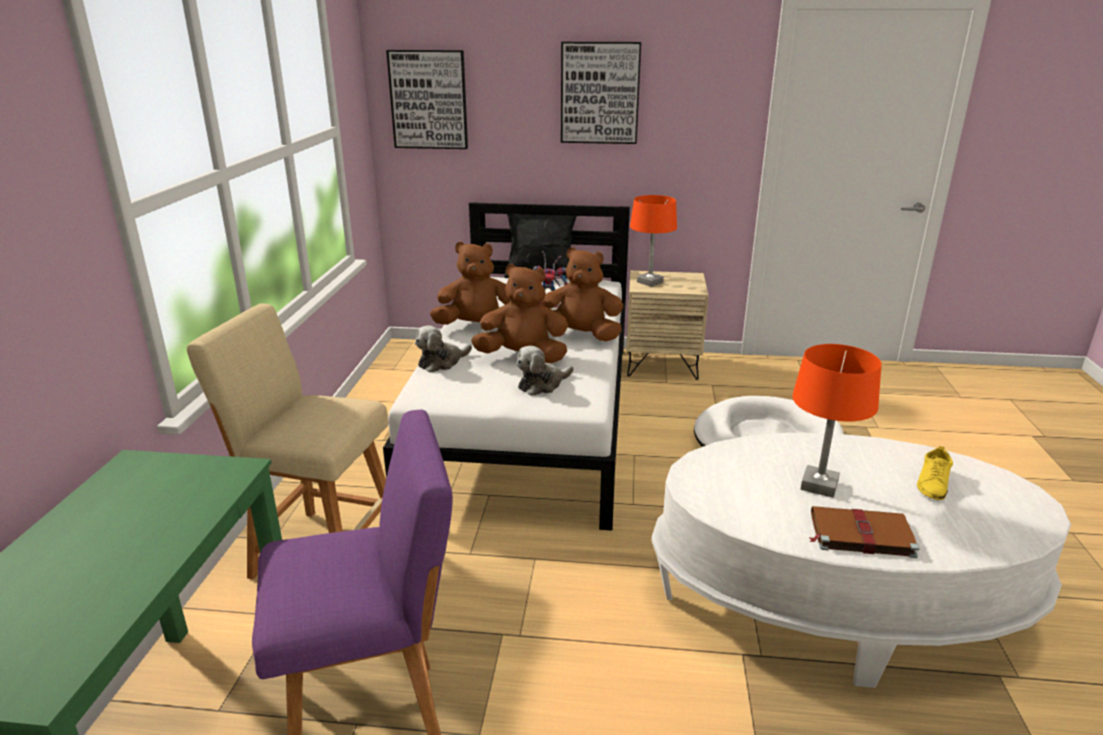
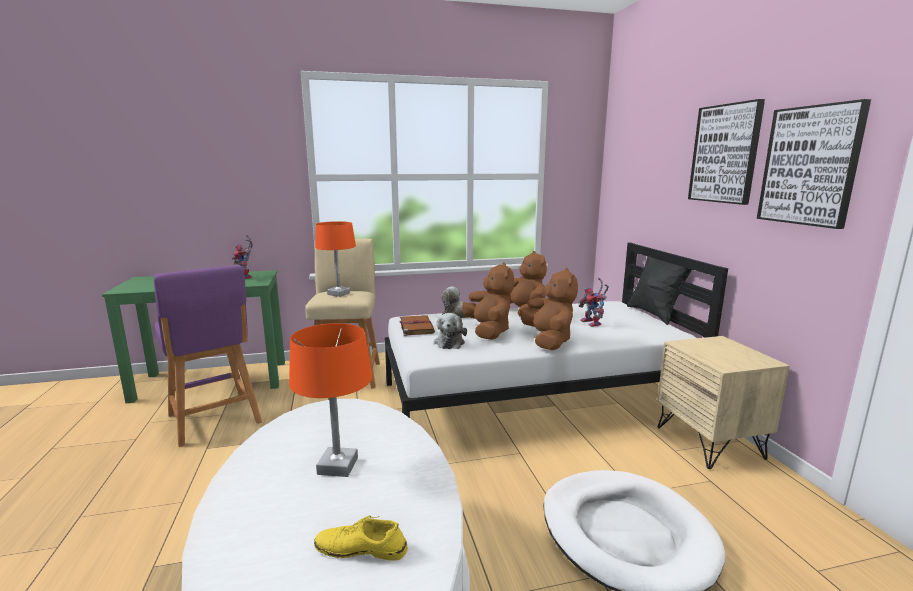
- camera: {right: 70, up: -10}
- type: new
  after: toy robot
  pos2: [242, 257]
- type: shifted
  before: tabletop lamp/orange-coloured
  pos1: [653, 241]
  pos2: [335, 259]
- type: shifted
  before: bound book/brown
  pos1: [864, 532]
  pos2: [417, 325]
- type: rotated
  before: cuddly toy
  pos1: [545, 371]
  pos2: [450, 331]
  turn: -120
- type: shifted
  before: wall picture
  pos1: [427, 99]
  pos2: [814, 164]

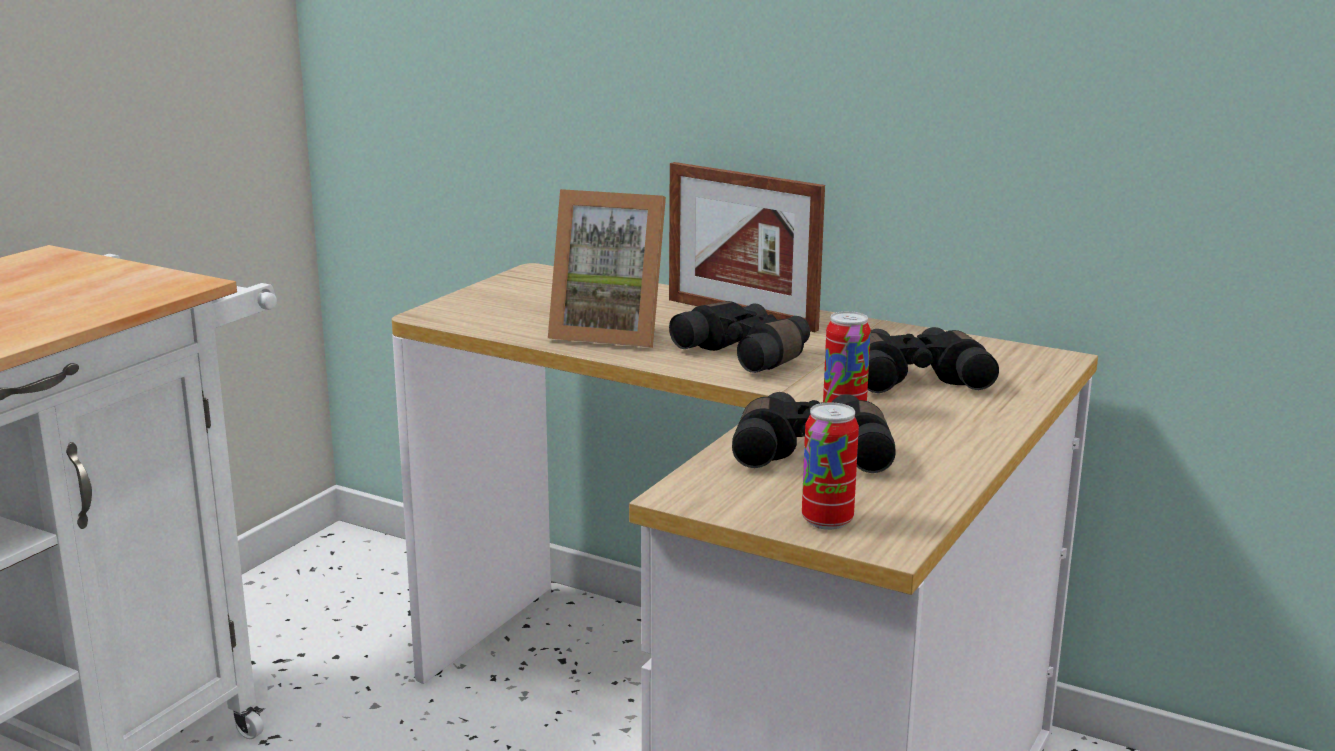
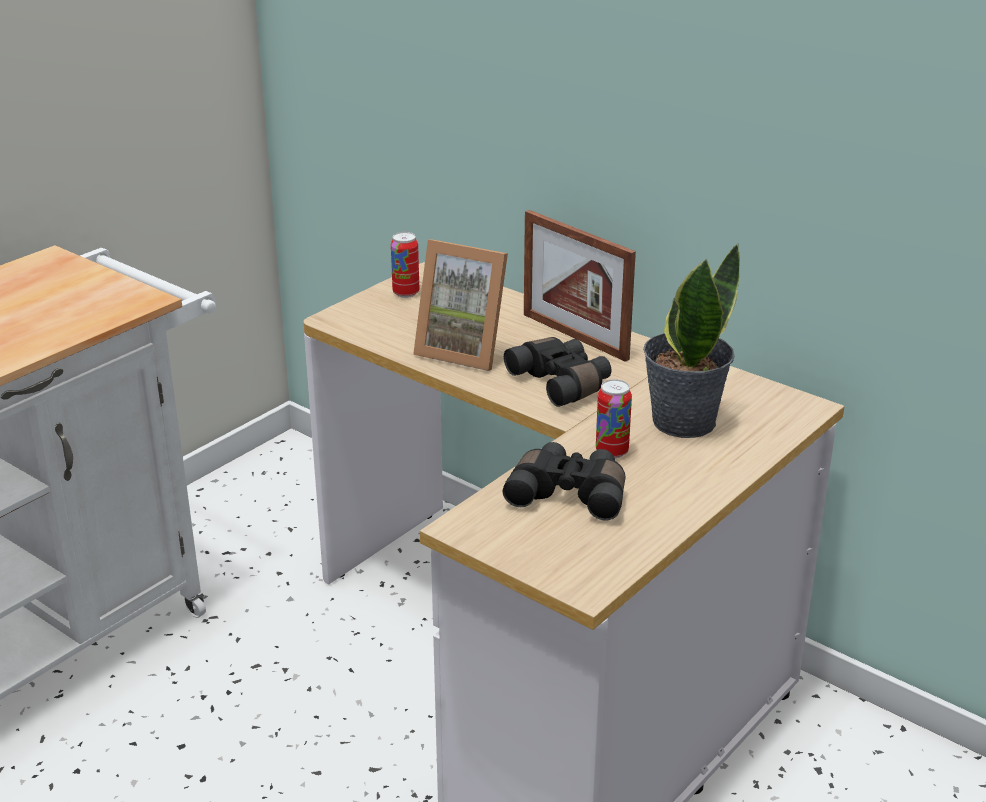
- camera: {right: 10, up: 10}
- type: shifted
  before: can
  pos1: [830, 466]
  pos2: [405, 265]
- type: swapped
  before: binoculars/black
  after: plant in a pot
  pos1: [933, 360]
  pos2: [691, 340]

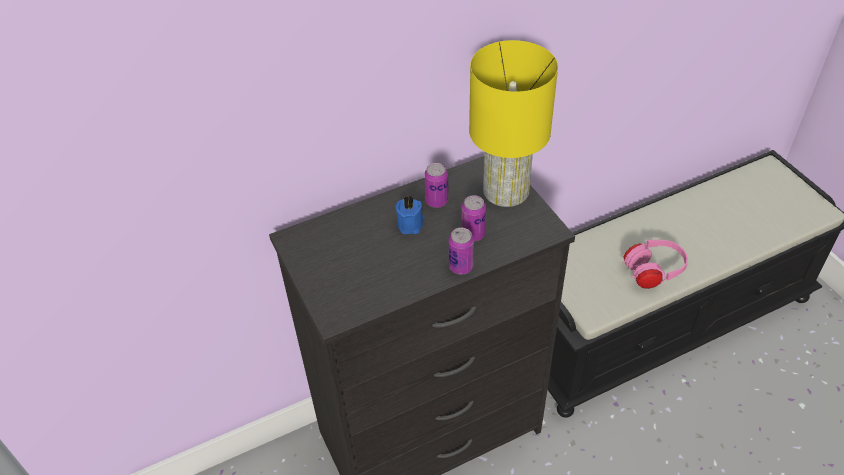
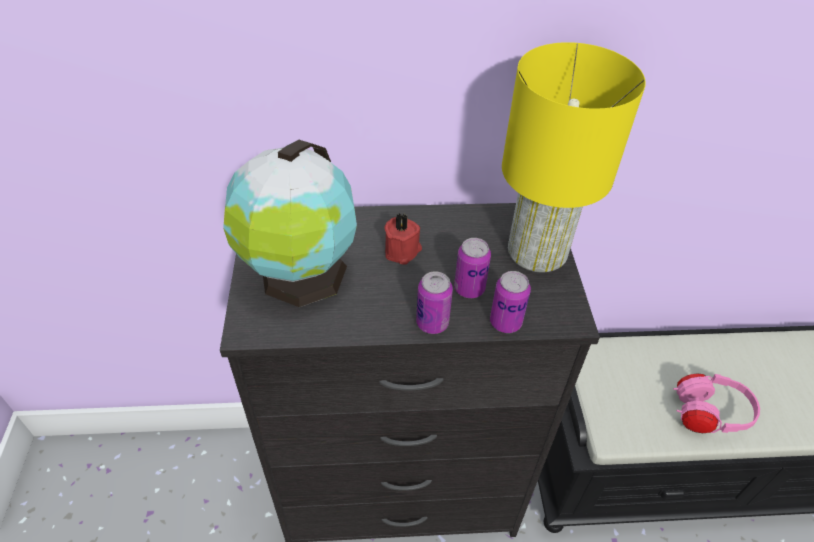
- camera: {right: 20, up: 0}
- type: new
  after: desk globe
  pos2: [290, 223]
- type: repainted
  before: wax light/blue
  after: wax light/red
  pos1: [409, 214]
  pos2: [403, 239]
- type: shifted
  before: can
  pos1: [436, 185]
  pos2: [510, 302]

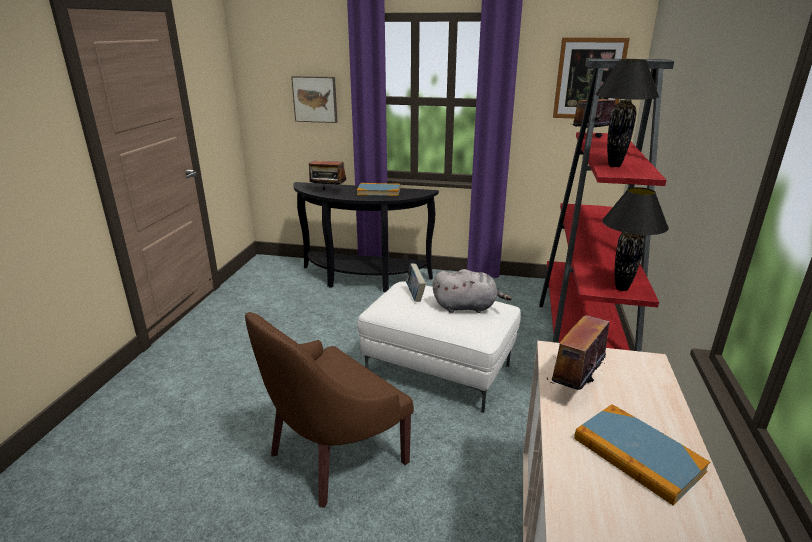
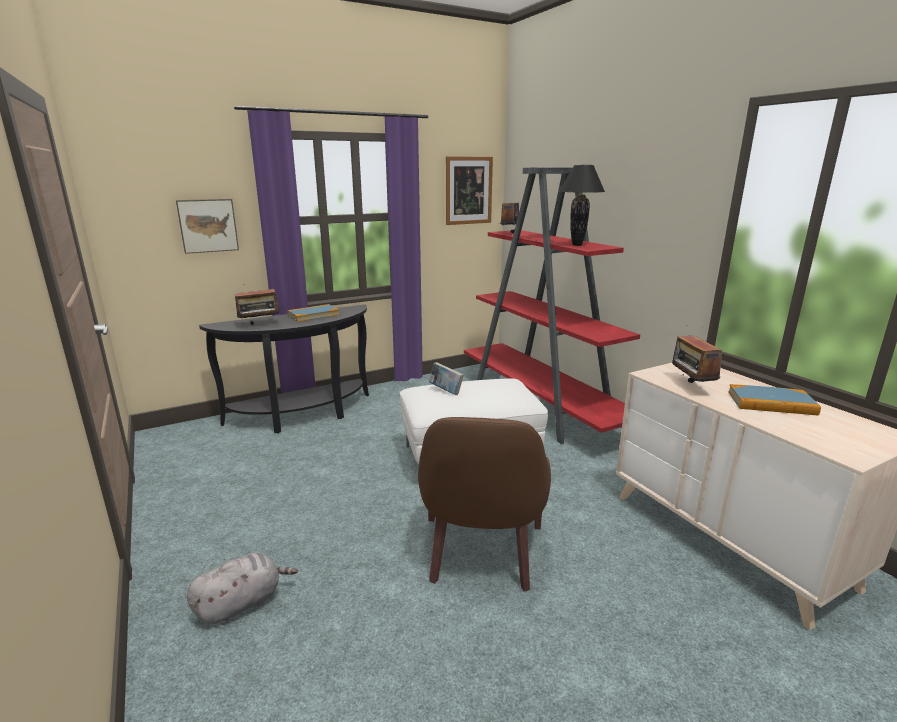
- camera: {right: -40, up: -5}
- type: shifted
  before: cuddly toy/gray
  pos1: [472, 291]
  pos2: [242, 589]
- type: gone
  before: tabletop lamp/black
  pos1: [635, 239]

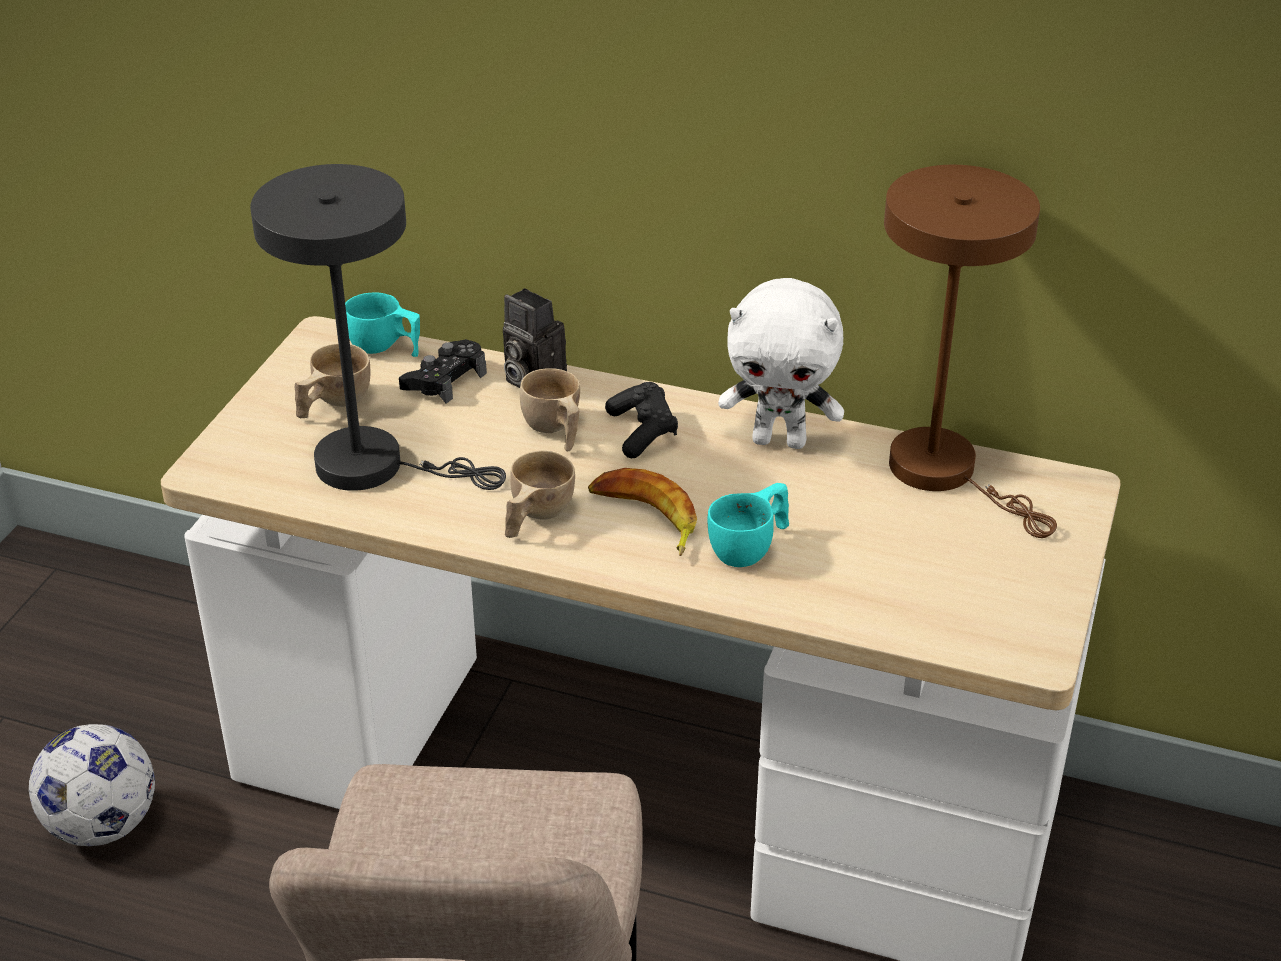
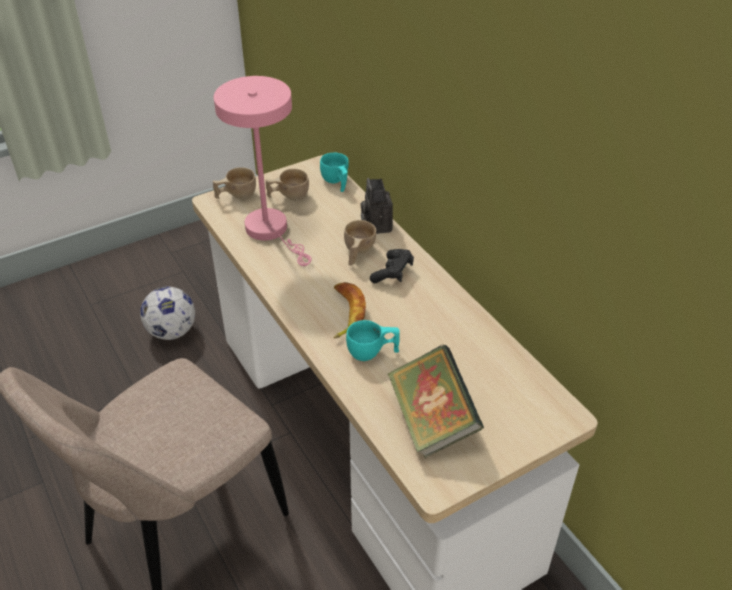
- camera: {right: 40, up: 5}
- type: shifted
  before: cup/beige-coloured
  pos1: [540, 494]
  pos2: [234, 183]
- type: repainted
  before: tabletop lamp/gray
  after: tabletop lamp/pink-coloured
  pos1: [378, 327]
  pos2: [263, 171]
- type: new
  after: bound book
  pos2: [436, 401]
- type: gone
  before: gamepad/black
  pos1: [443, 371]
- type: gone
  before: cuddly toy/white-coloured
  pos1: [781, 363]
- type: gone
  before: tabletop lamp/brown
  pos1: [970, 351]

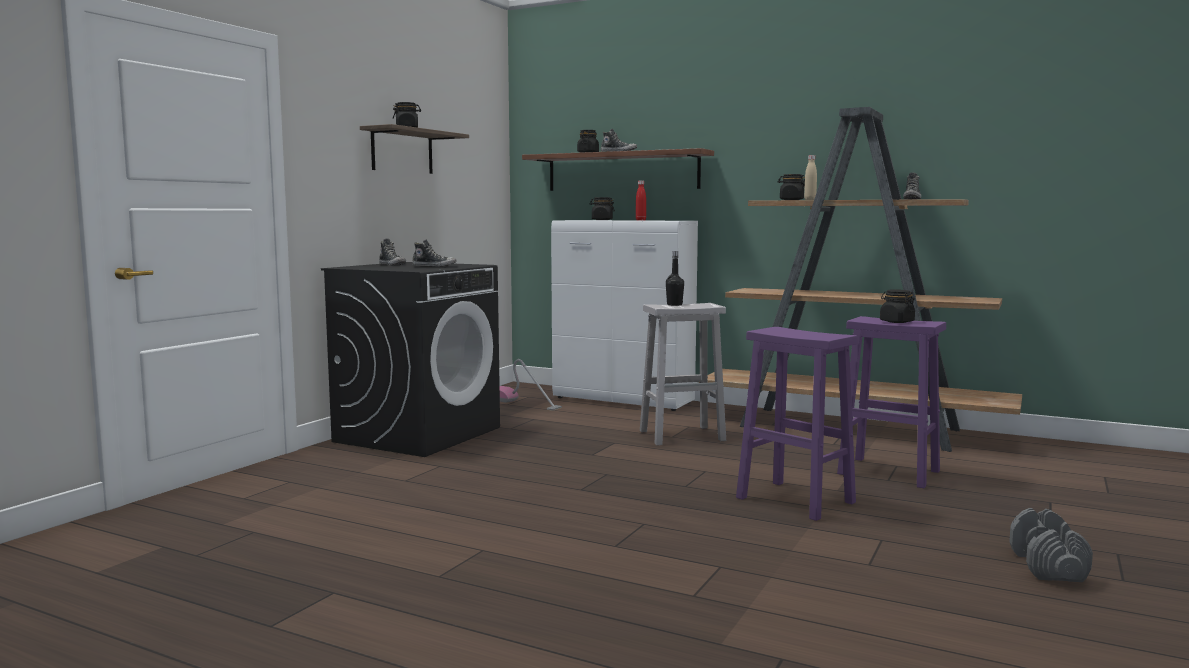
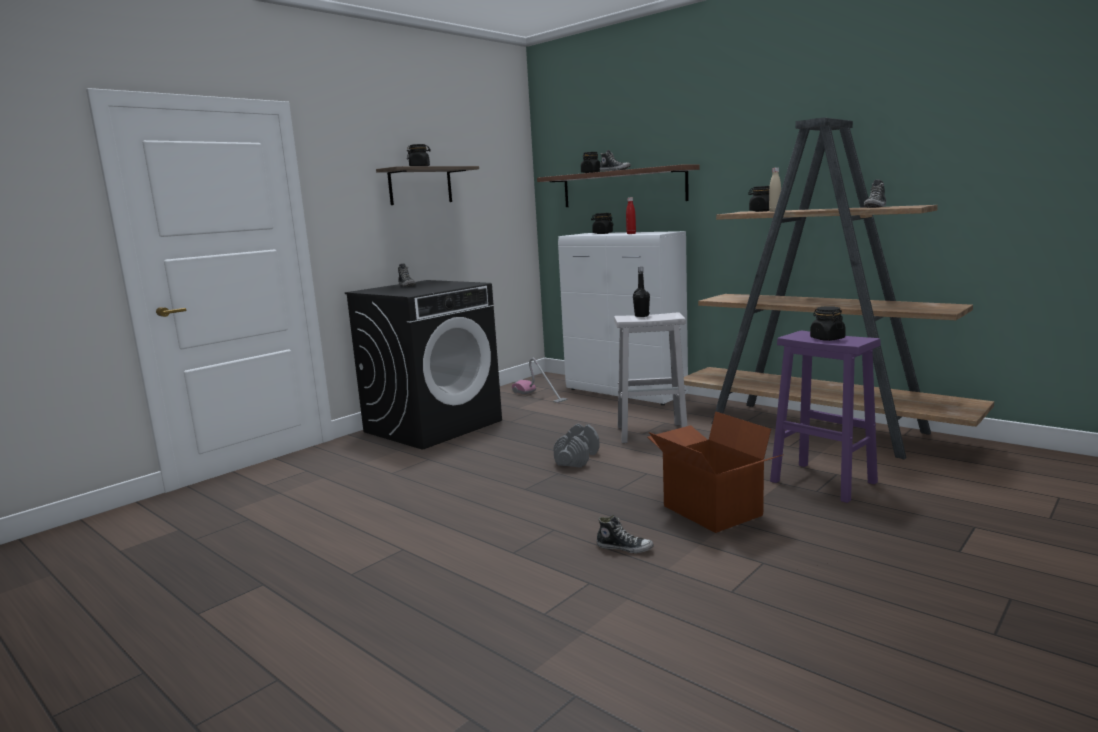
- camera: {right: 15, up: 5}
- type: shifted
  before: free weight/gray
  pos1: [1051, 545]
  pos2: [576, 446]
- type: shifted
  before: low shoe
  pos1: [434, 253]
  pos2: [625, 534]
- type: swapped
  before: stool/purplish
  after: carton
  pos1: [797, 424]
  pos2: [716, 472]

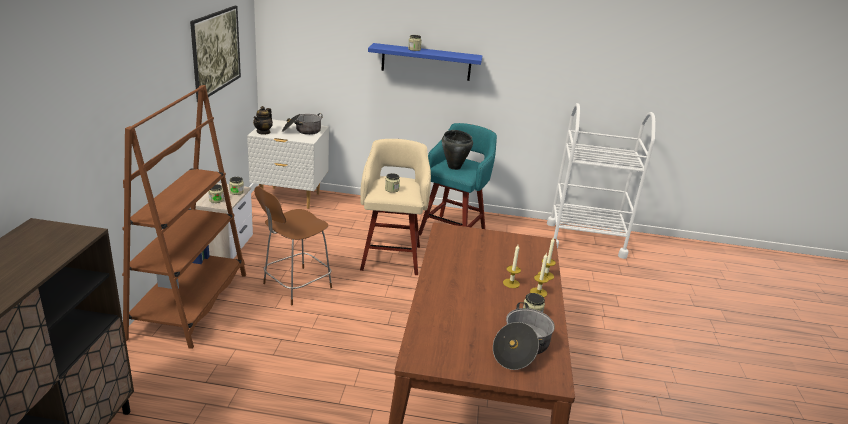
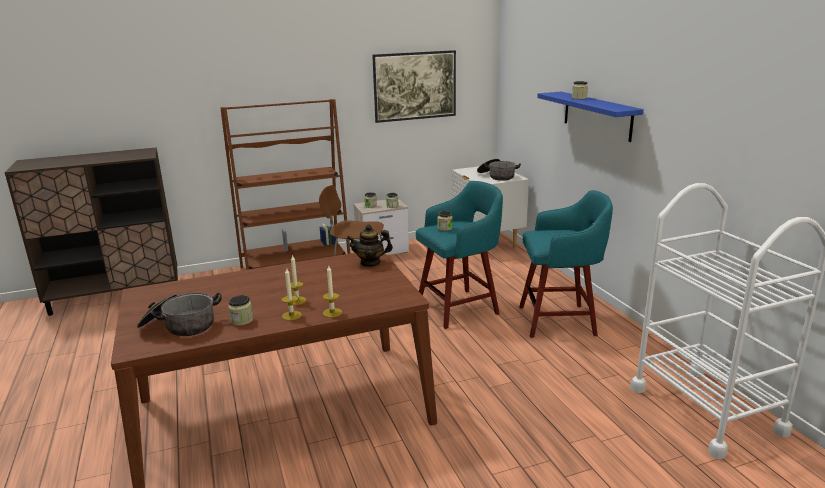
- camera: {right: 65, up: -5}
- type: shifted
  before: tea pot
  pos1: [263, 120]
  pos2: [370, 245]
- type: repainted
  before: stool/beige-coloured
  after: stool/turquoise
  pos1: [395, 207]
  pos2: [459, 255]
- type: gone
  before: stockpot/black
  pos1: [457, 150]

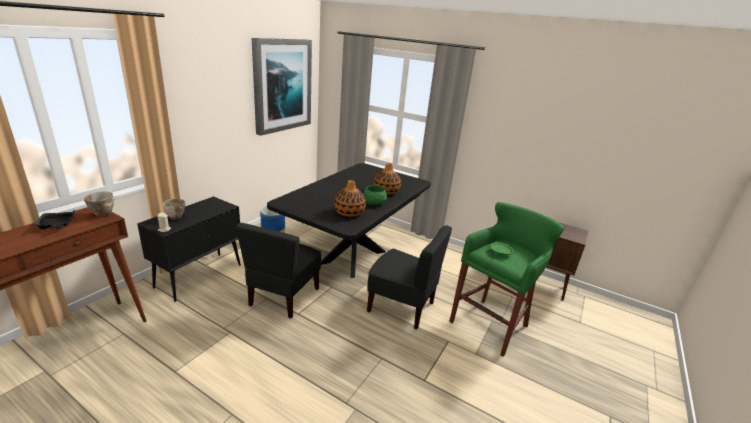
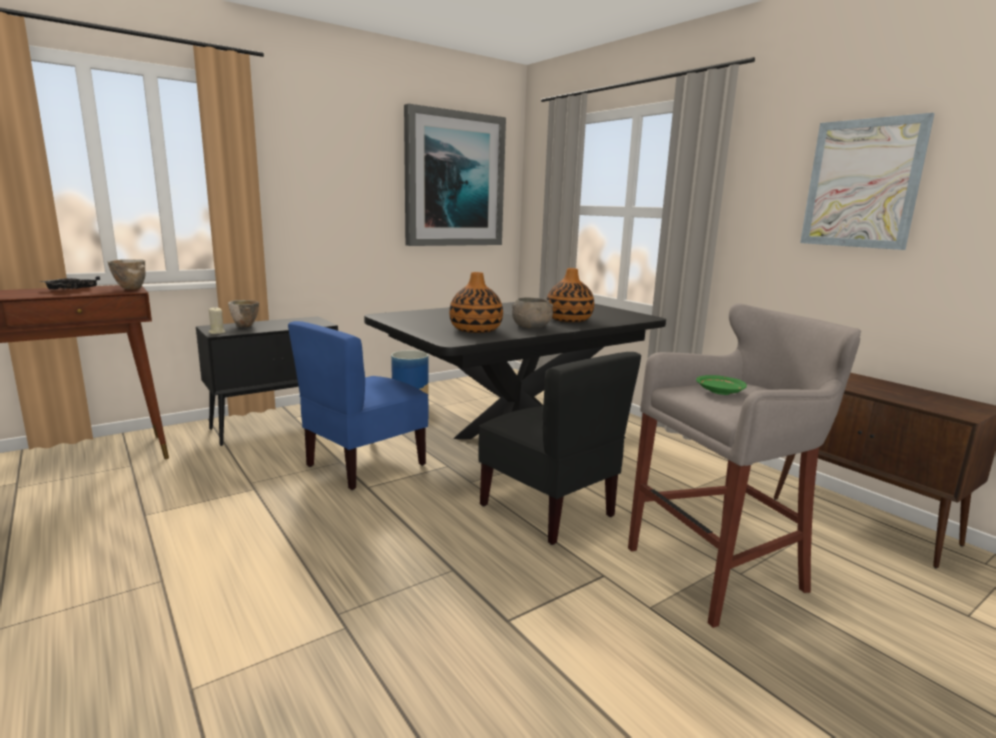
- camera: {right: 25, up: -10}
- type: repainted
  before: plain chair/black
  after: plain chair/blue
  pos1: [278, 271]
  pos2: [358, 405]
- type: repainted
  before: serving bowl/greenish
  after: serving bowl/gray
  pos1: [375, 195]
  pos2: [532, 312]
- type: repainted
  before: stool/greenish
  after: stool/gray
  pos1: [506, 279]
  pos2: [744, 465]
- type: new
  after: wall picture
  pos2: [867, 181]

